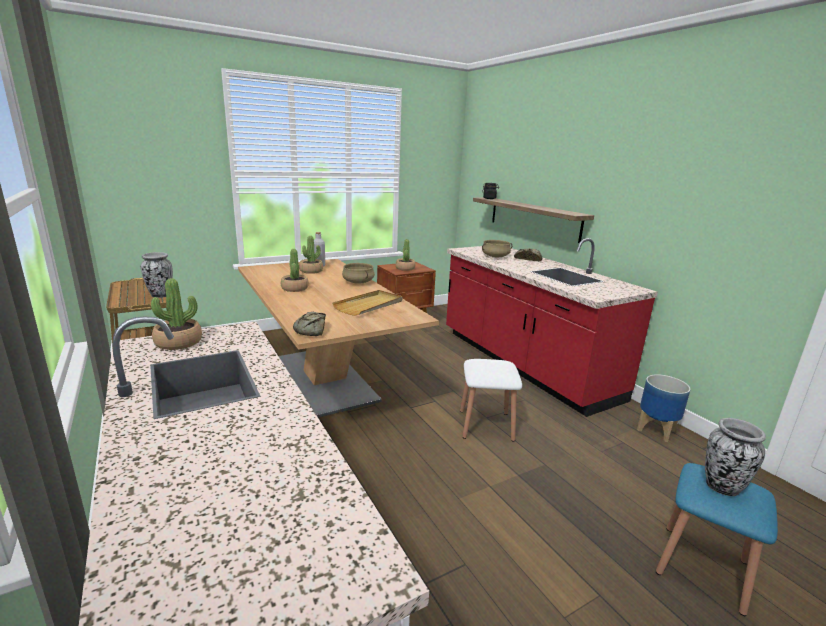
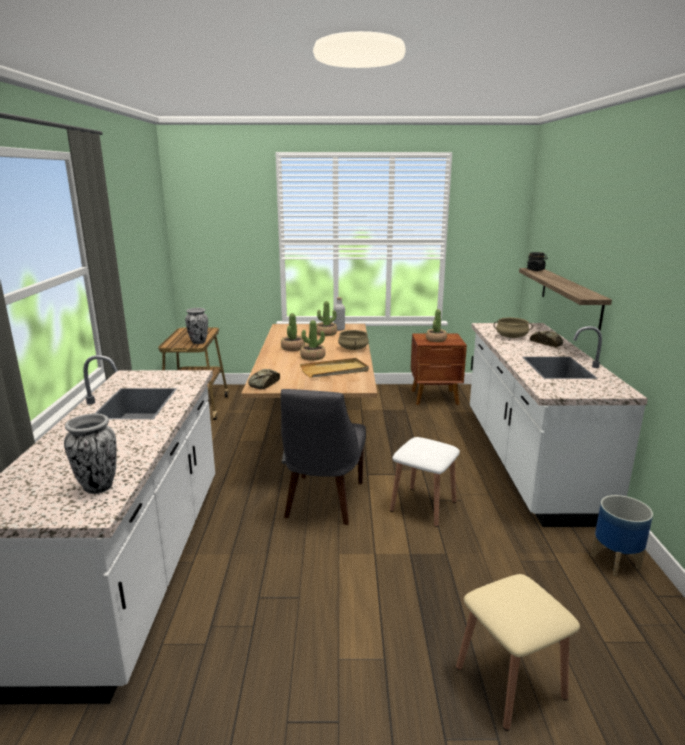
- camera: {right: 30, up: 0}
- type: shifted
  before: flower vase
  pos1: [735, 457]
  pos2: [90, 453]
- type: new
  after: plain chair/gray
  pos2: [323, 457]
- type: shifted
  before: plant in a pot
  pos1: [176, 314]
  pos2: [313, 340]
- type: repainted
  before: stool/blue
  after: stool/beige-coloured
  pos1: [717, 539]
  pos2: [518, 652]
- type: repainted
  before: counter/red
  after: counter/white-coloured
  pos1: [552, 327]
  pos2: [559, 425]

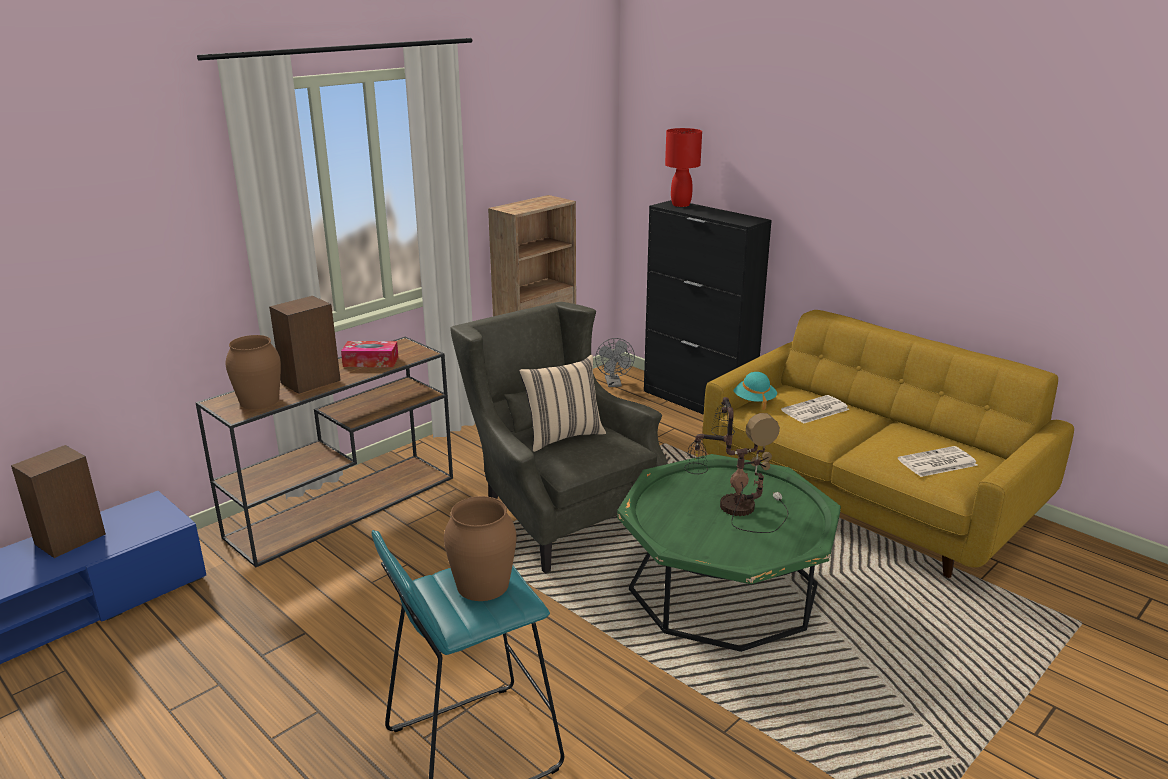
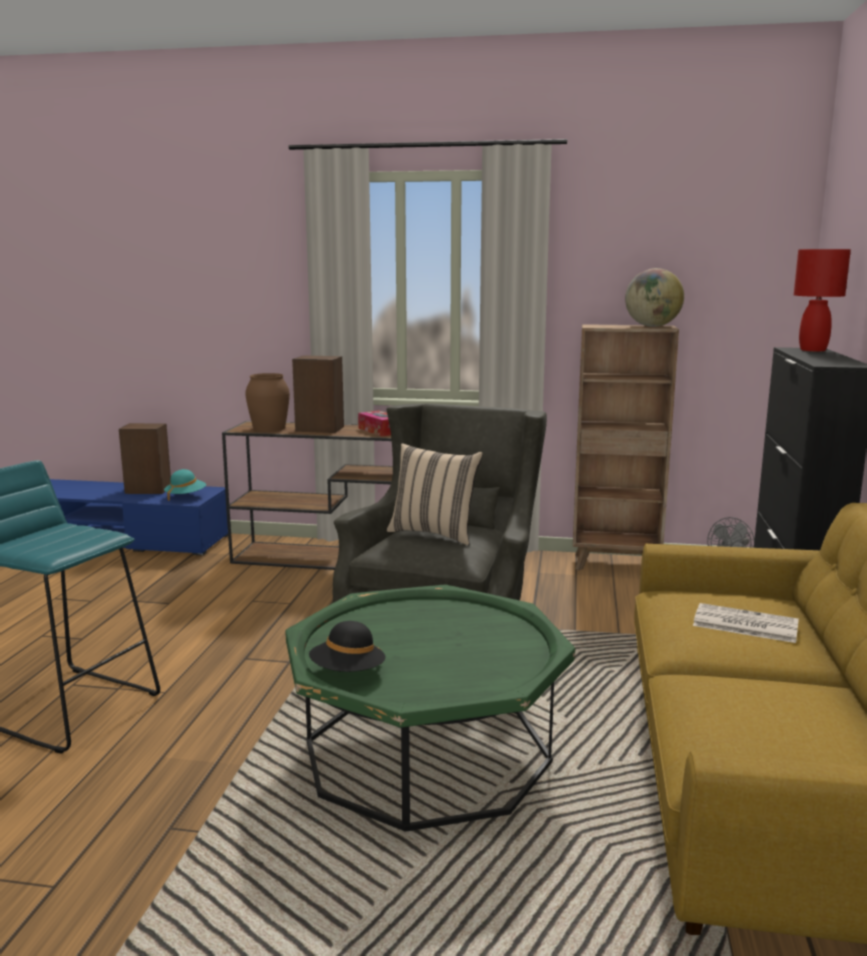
- camera: {right: 55, up: -10}
- type: shifted
  before: wearable hat/turquoise
  pos1: [755, 391]
  pos2: [185, 485]
- type: new
  after: wearable hat/black
  pos2: [347, 646]
- type: new
  after: desk globe
  pos2: [654, 297]
- type: gone
  before: flower vase/brown
  pos1: [480, 548]
- type: gone
  before: tabletop lamp
  pos1: [736, 465]
- type: gone
  before: newspaper
  pos1: [938, 461]

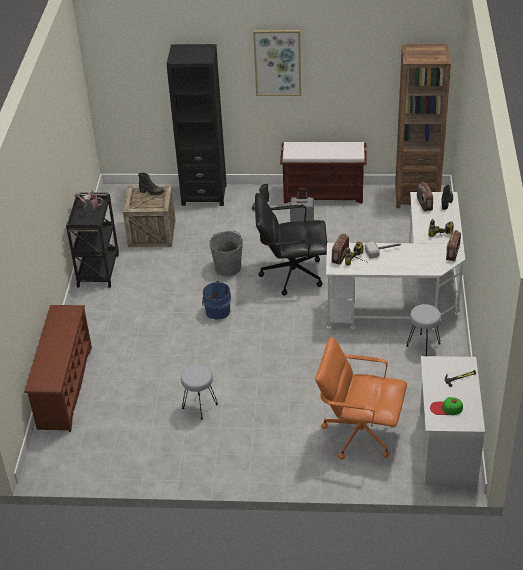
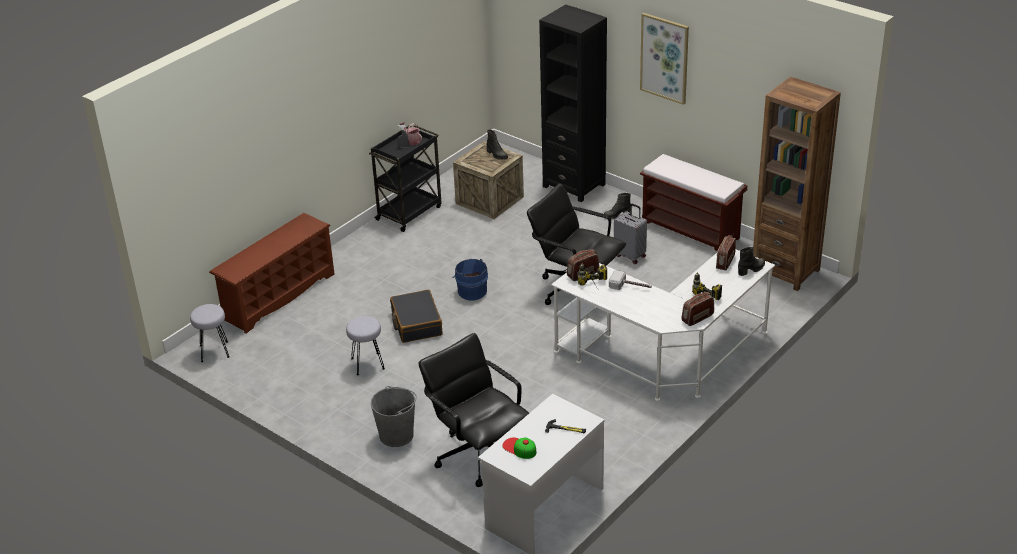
- camera: {right: 35, up: -5}
- type: shifted
  before: stool/gray
  pos1: [423, 330]
  pos2: [210, 333]
- type: shifted
  before: water bucket/gray
  pos1: [226, 253]
  pos2: [394, 416]
- type: new
  after: piece of luggage/black
  pos2: [416, 316]
- type: repainted
  before: office chair/orange-coloured
  after: office chair/black
  pos1: [361, 398]
  pos2: [474, 410]

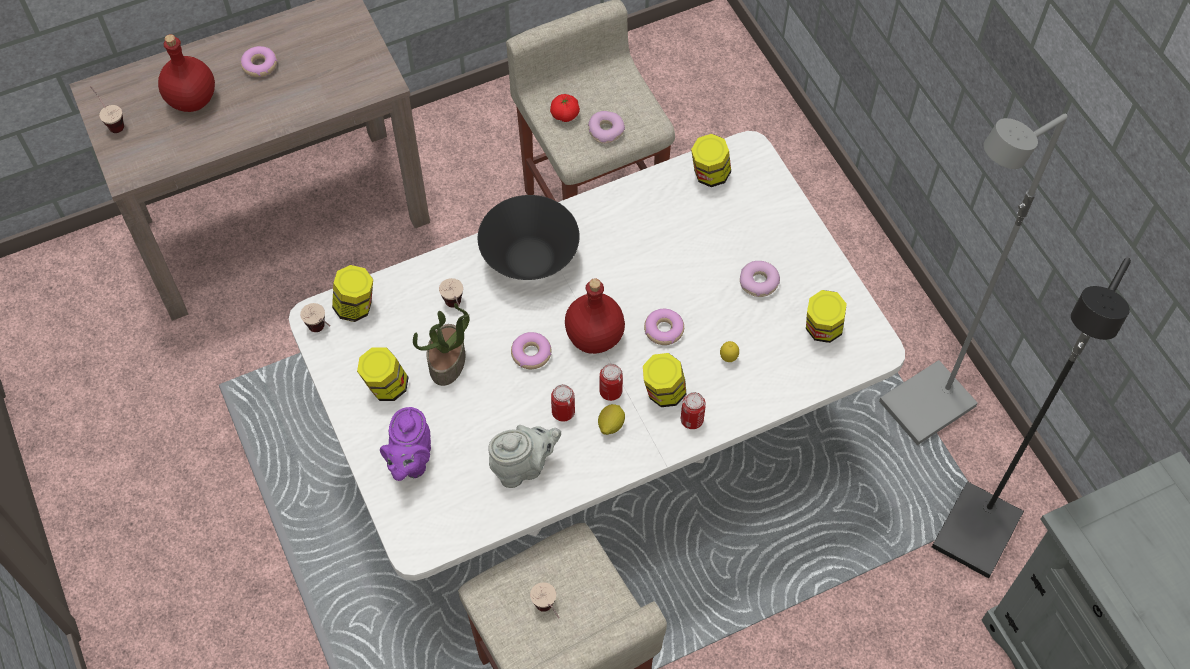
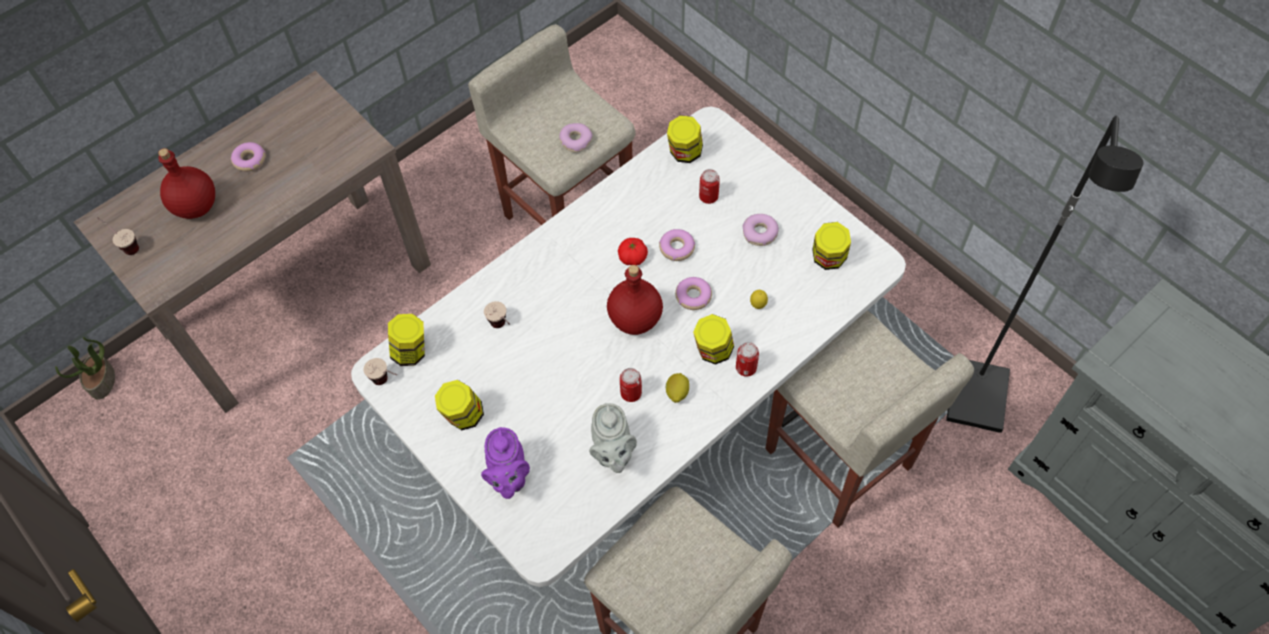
- camera: {right: -15, up: 0}
- type: shifted
  before: plant in a pot
  pos1: [441, 344]
  pos2: [85, 368]
- type: rotated
  before: tea pot/gray
  pos1: [524, 456]
  pos2: [613, 438]
  turn: 120
- type: shifted
  before: whole tomato
  pos1: [565, 108]
  pos2: [633, 251]
- type: shifted
  before: doughnut
  pos1: [531, 350]
  pos2: [677, 245]
- type: shifted
  before: can
  pos1: [611, 382]
  pos2: [709, 186]
- type: new
  after: stool/beige-coloured
  pos2: [869, 419]
- type: gone
  before: serving bowl/black
  pos1: [529, 237]
- type: gone
  before: cup
  pos1: [544, 600]
- type: gone
  before: standing lamp/gray
  pos1: [973, 279]

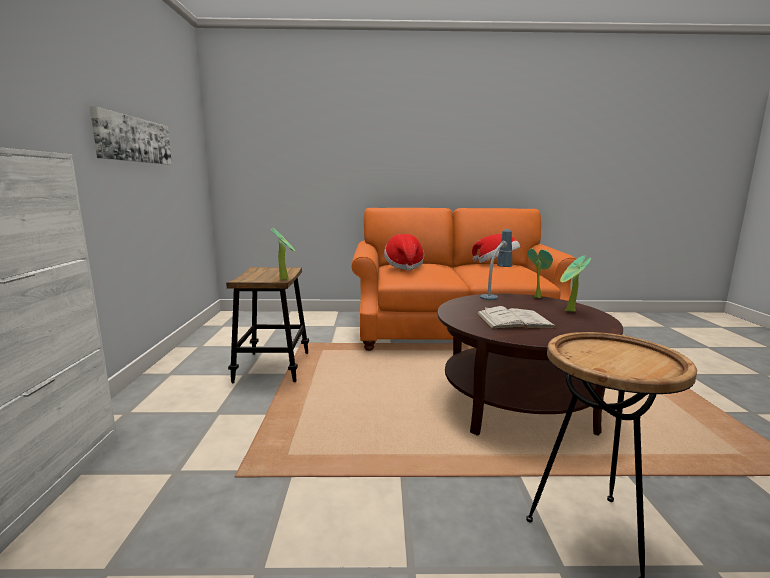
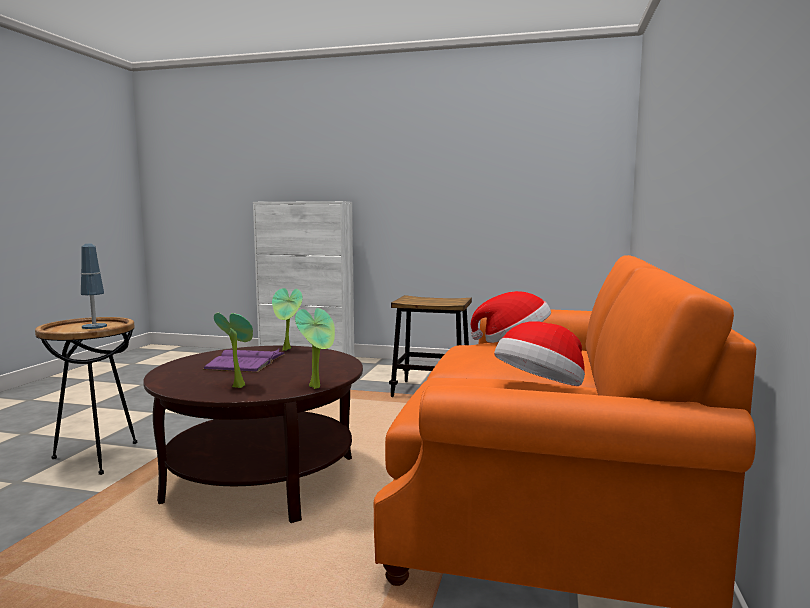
- camera: {right: 105, up: -5}
- type: shifted
  before: tabletop lamp
  pos1: [496, 264]
  pos2: [94, 286]
- type: repainted
  before: bound book/white-coloured
  after: bound book/purplish
  pos1: [516, 317]
  pos2: [244, 360]
- type: shifted
  before: plant in a pot
  pos1: [283, 254]
  pos2: [287, 319]
- type: gone
  before: wall picture
  pos1: [131, 135]

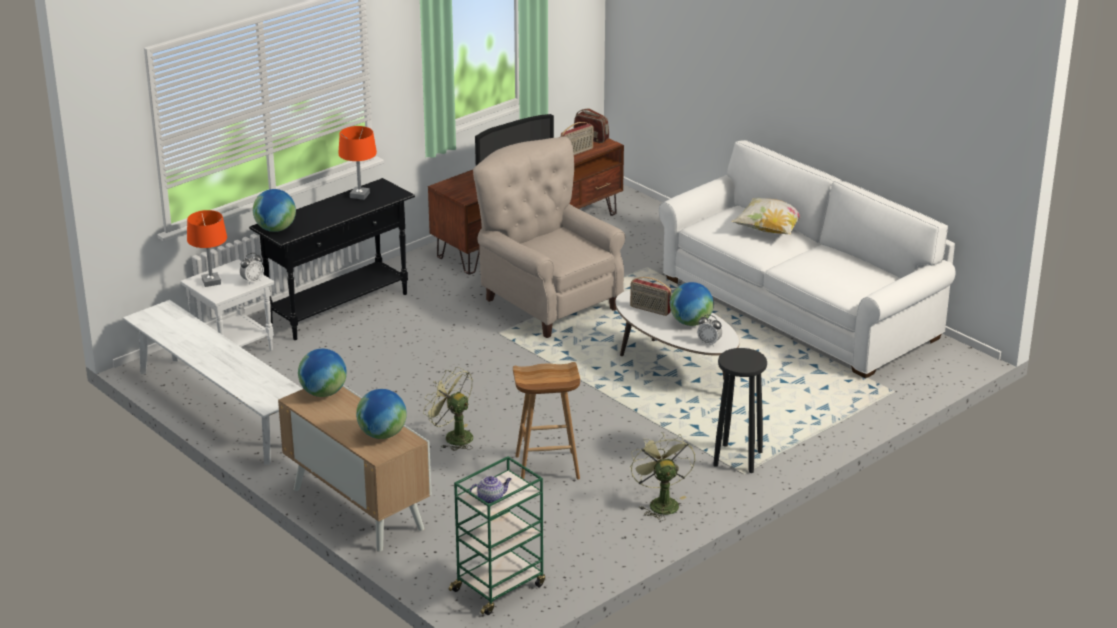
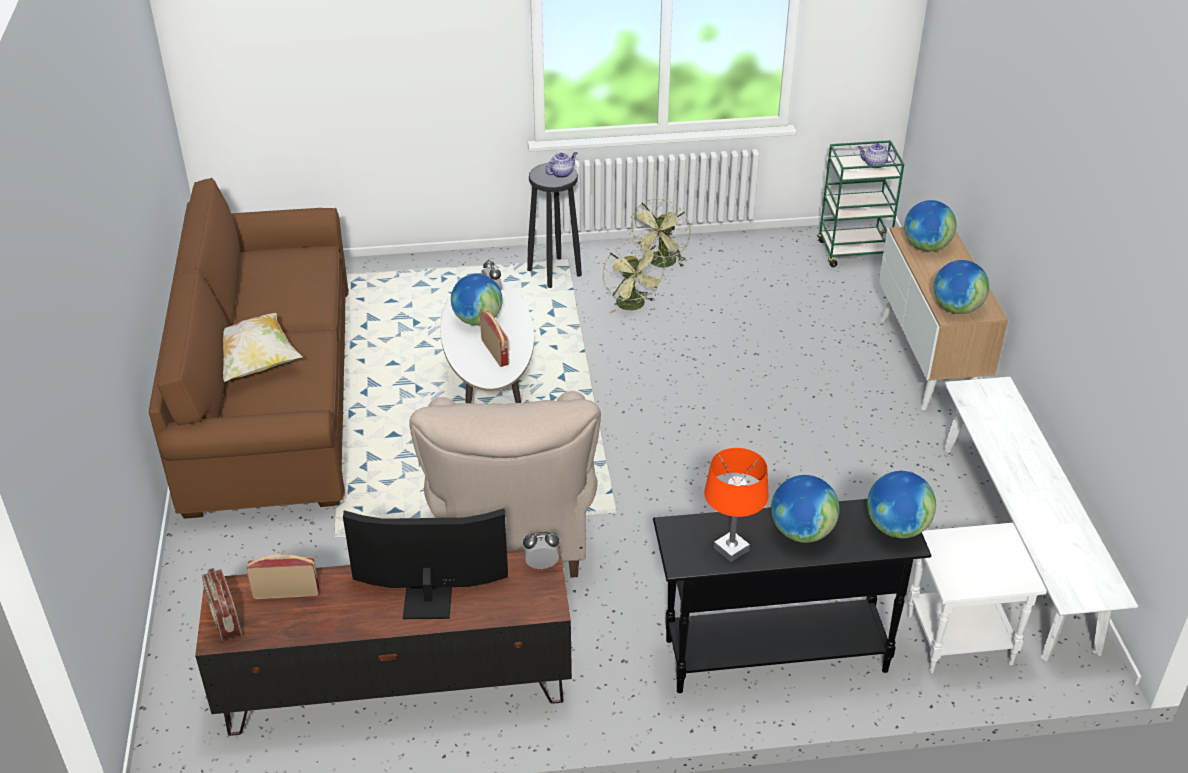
- camera: {right: -145, up: 10}
- type: repainted
  before: settee/white-coloured
  after: settee/brown
  pos1: [807, 259]
  pos2: [249, 348]
- type: shifted
  before: bedside clock
  pos1: [252, 269]
  pos2: [541, 550]
- type: new
  after: tea pot
  pos2: [561, 165]
- type: shifted
  before: fan/greenish
  pos1: [448, 409]
  pos2: [634, 276]
- type: new
  after: desk globe
  pos2: [805, 509]
- type: gone
  before: tabletop lamp/orange-coloured
  pos1: [207, 248]
- type: gone
  before: stool/brown
  pos1: [546, 421]

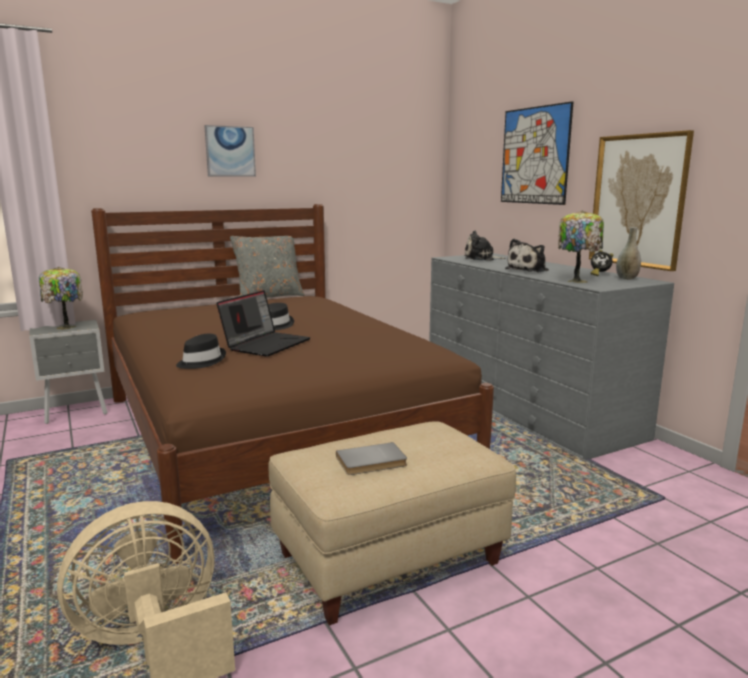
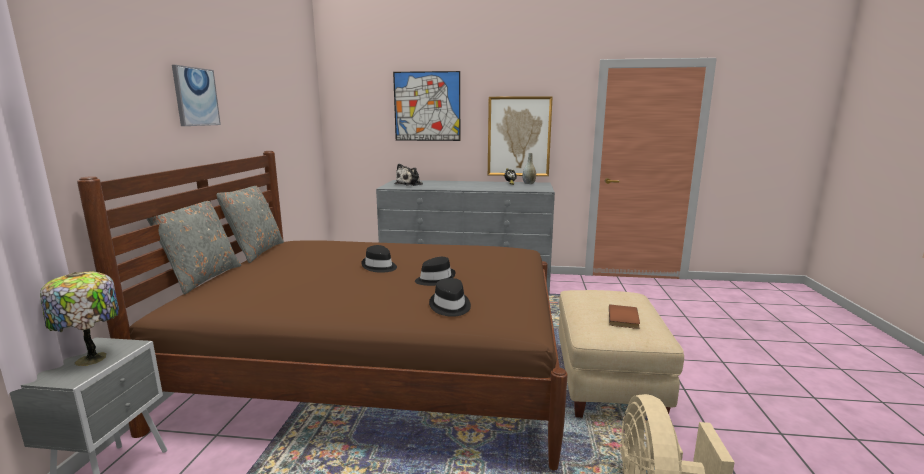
- camera: {right: -55, up: 0}
- type: new
  after: throw pillow/gray
  pos2: [194, 248]
- type: swapped
  before: portable computer
  after: wearable hat/black
  pos1: [263, 323]
  pos2: [435, 271]
- type: repainted
  before: bound book/gray
  after: bound book/brown
  pos1: [371, 458]
  pos2: [624, 316]
- type: gone
  before: cuddly toy
  pos1: [527, 256]
- type: gone
  before: tabletop lamp
  pos1: [581, 246]

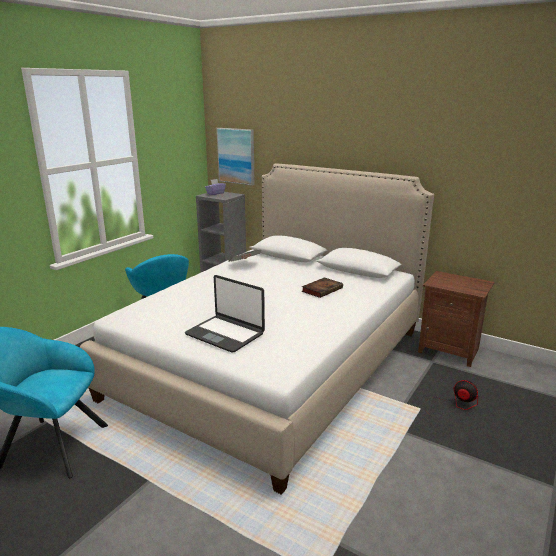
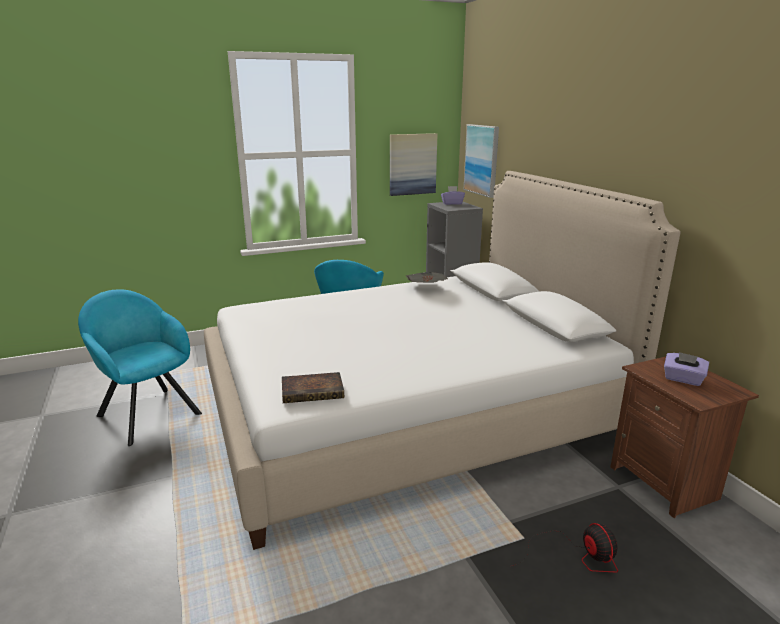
- camera: {right: 35, up: 0}
- type: shifted
  before: bound book
  pos1: [322, 287]
  pos2: [313, 387]
- type: new
  after: wall picture
  pos2: [413, 164]
- type: new
  after: box of tissues/purplish
  pos2: [686, 369]
- type: gone
  before: portable computer
  pos1: [225, 313]

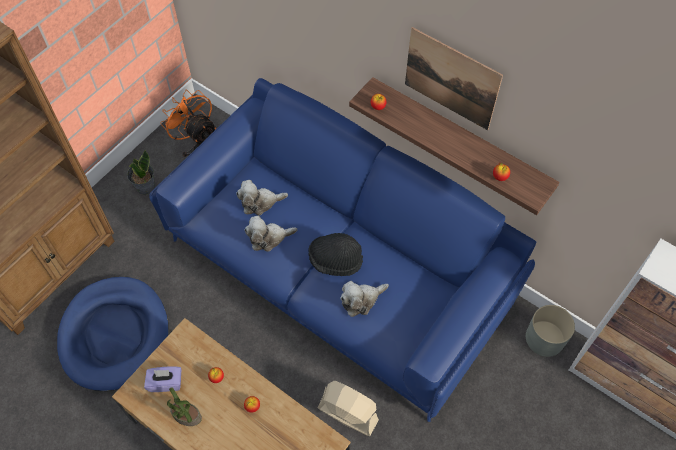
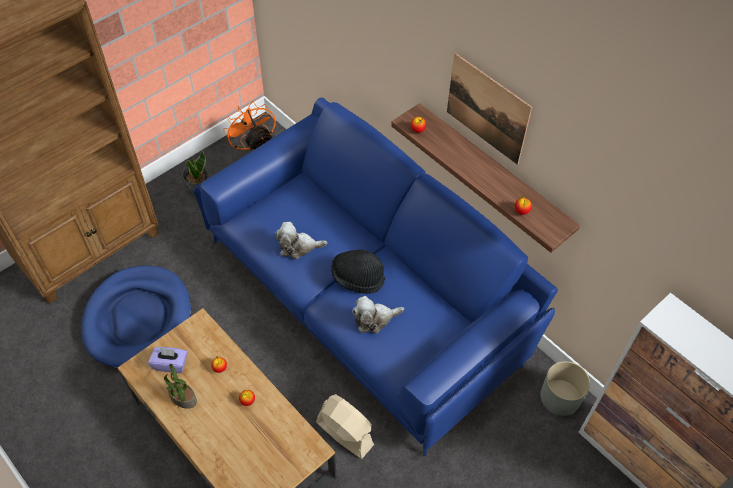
- camera: {right: 10, up: -5}
- type: gone
  before: cuddly toy
  pos1: [262, 197]

